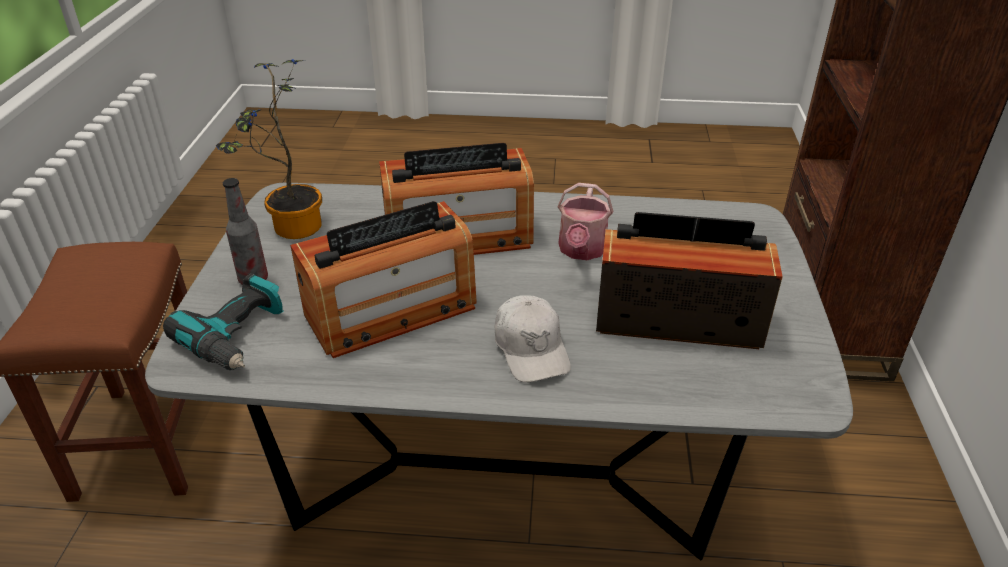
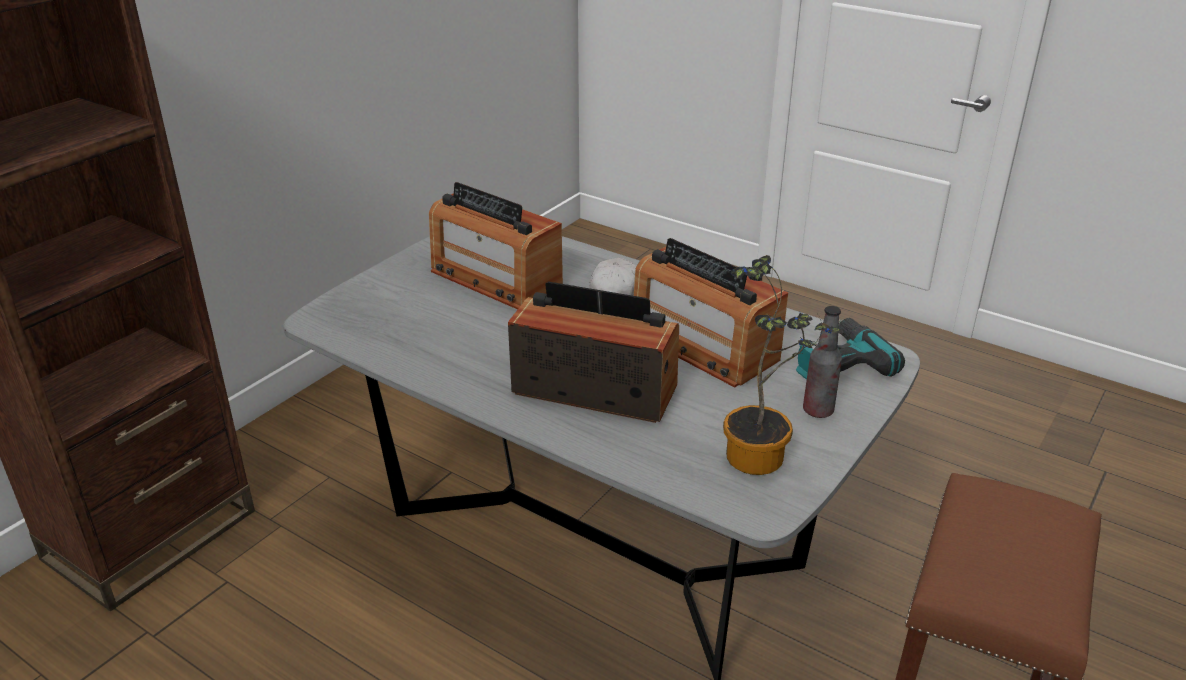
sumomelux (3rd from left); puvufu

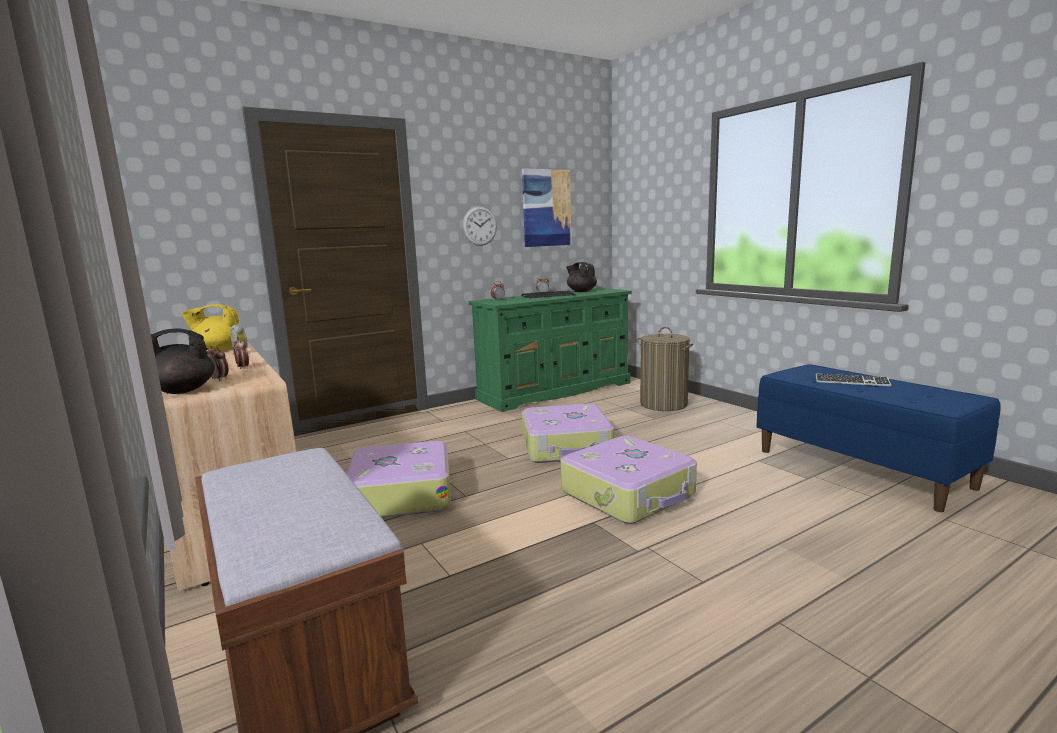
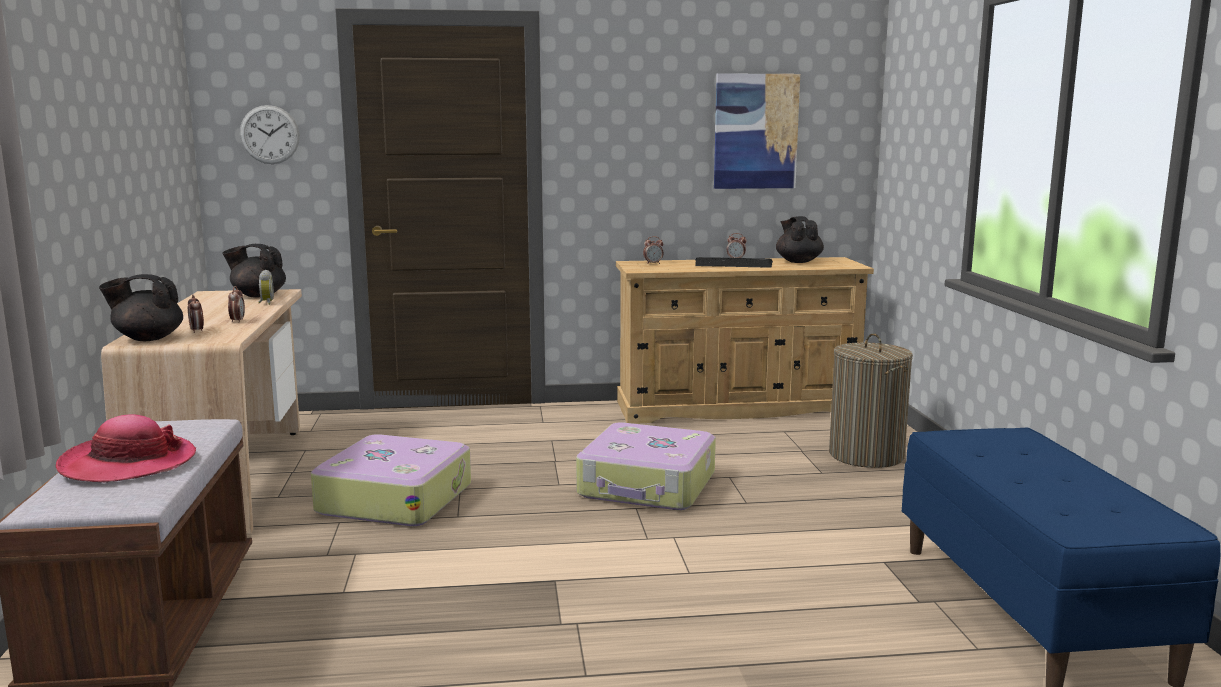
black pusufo (2nd from left); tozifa; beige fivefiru; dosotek (3rd from left in the first image); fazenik (2nd from left in the first image); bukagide

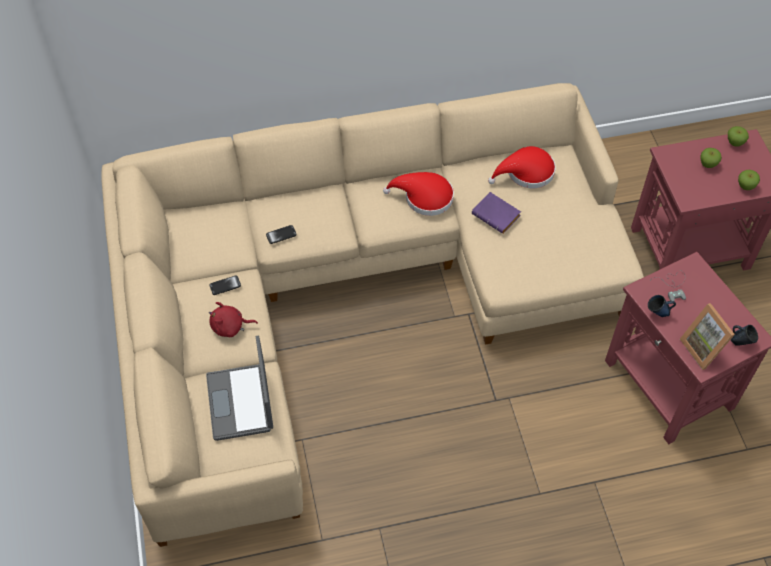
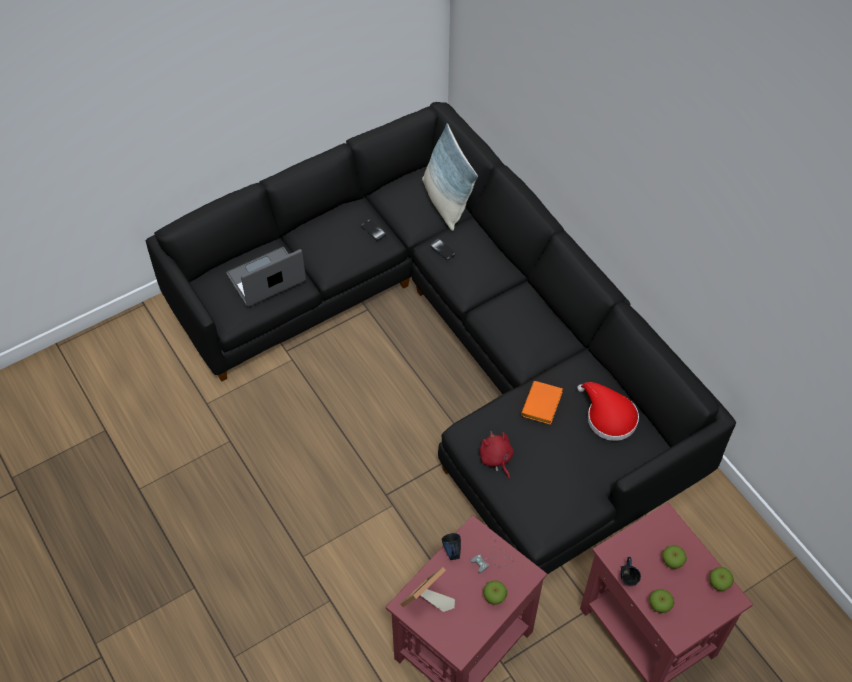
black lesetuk; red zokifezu; red bukagide (1st from left in the first image); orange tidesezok; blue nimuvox (2nd from left); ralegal; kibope (1st from left)

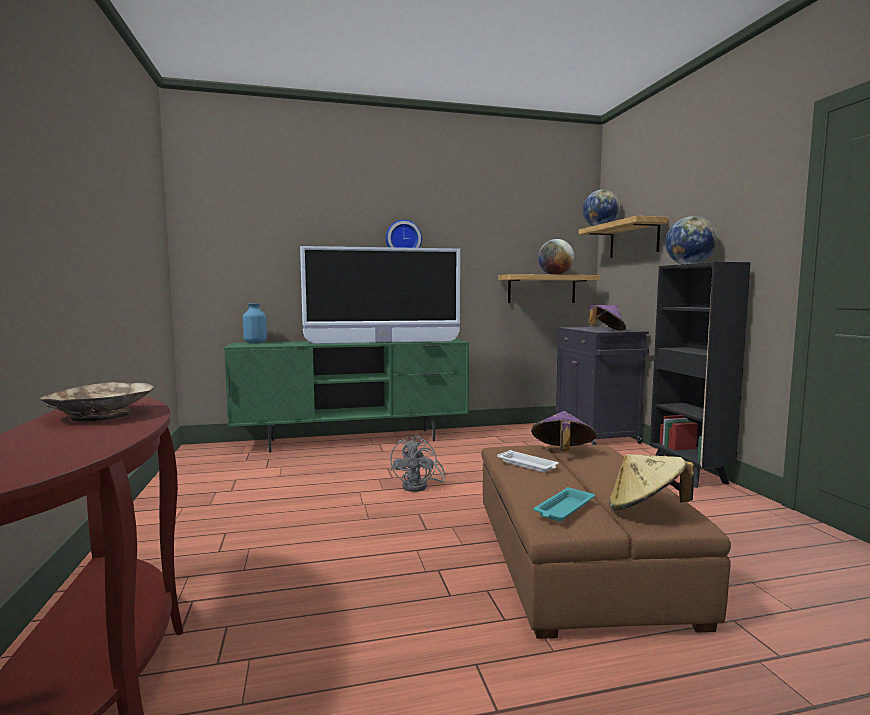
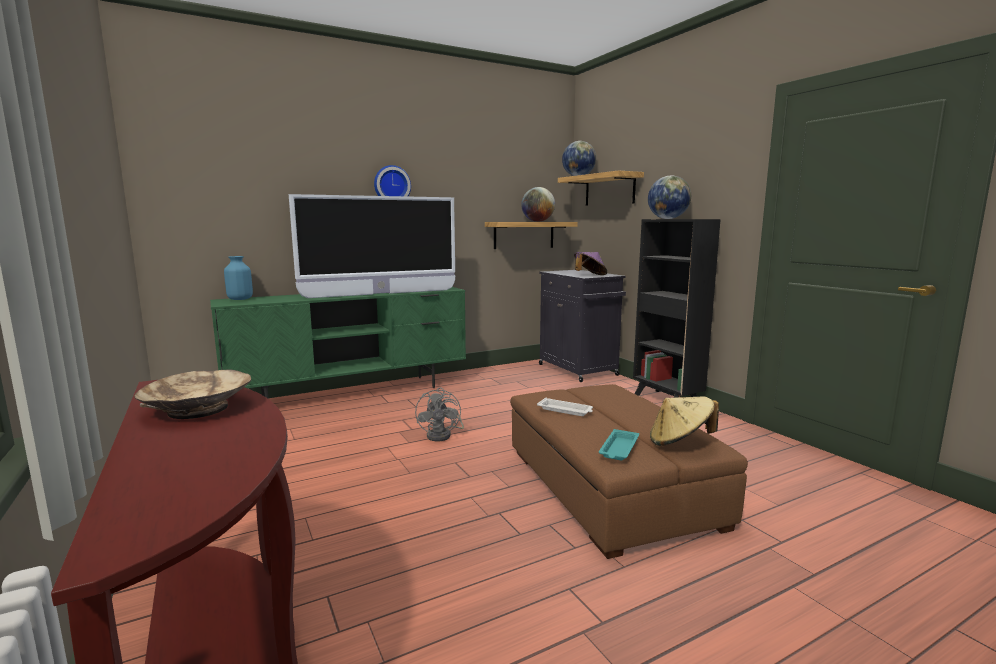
purple bukagide (1st from left in the first image)

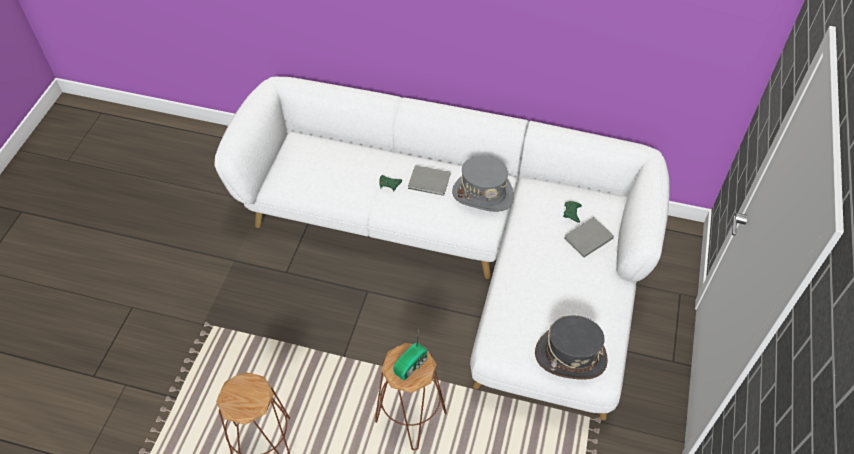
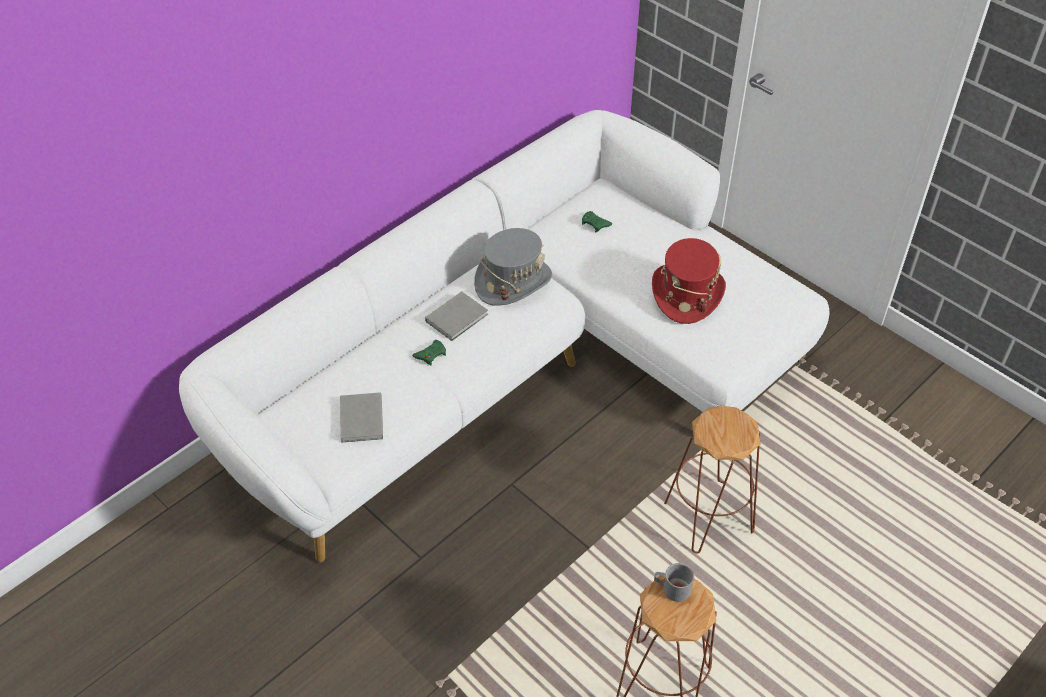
sumomelux; grey bukagide (2nd from left in the first image); grey tidesezok (1st from left); red bukagide; grey nimuvox

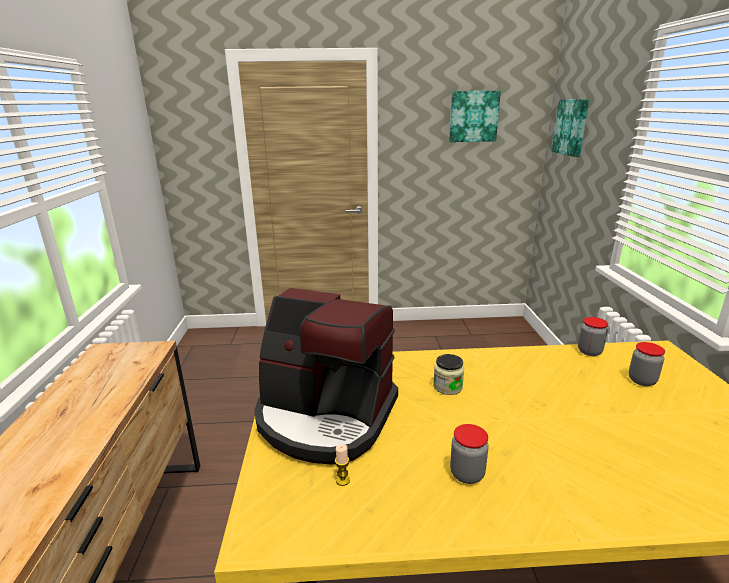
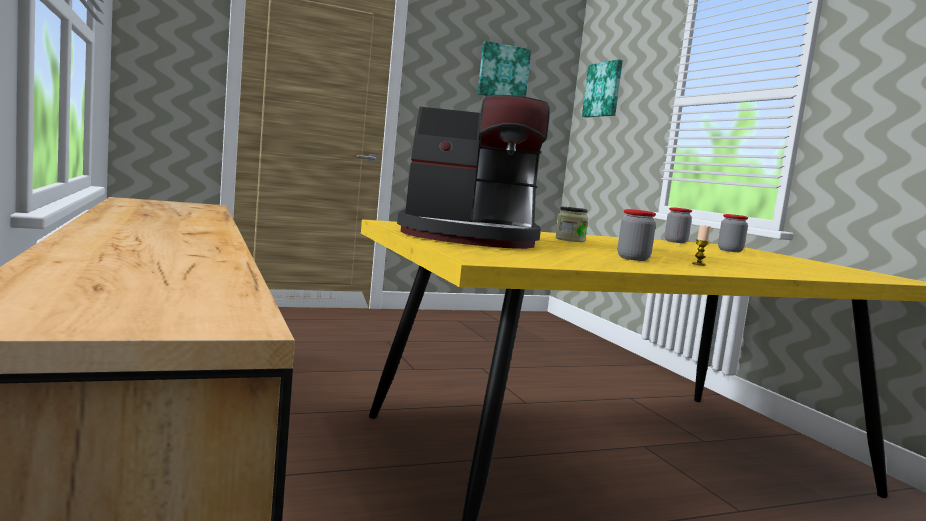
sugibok

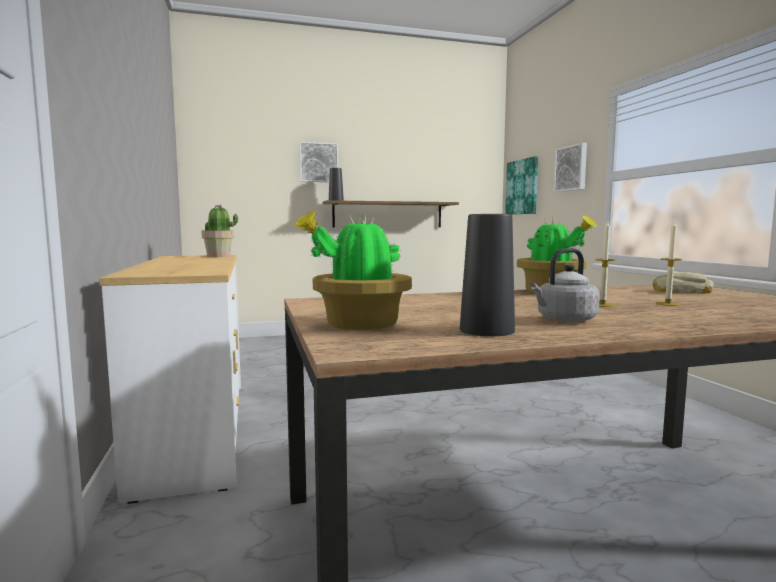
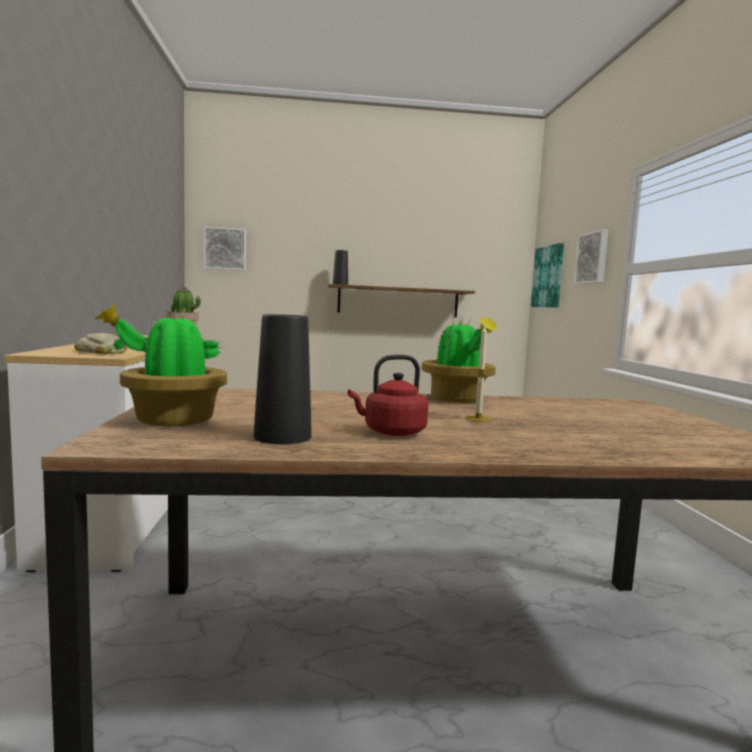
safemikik (1st from left); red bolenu; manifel; sugibok (2nd from left in the first image)

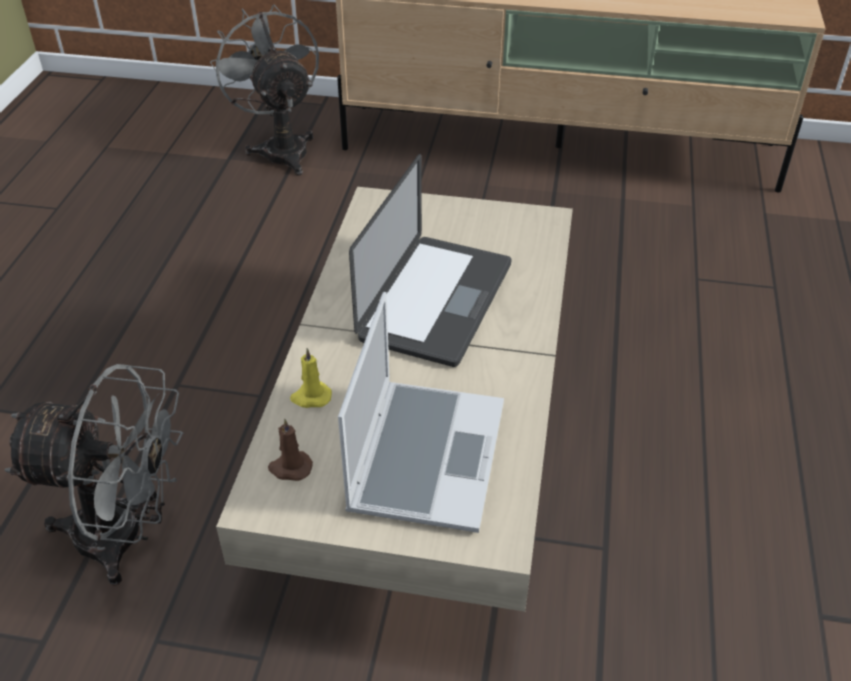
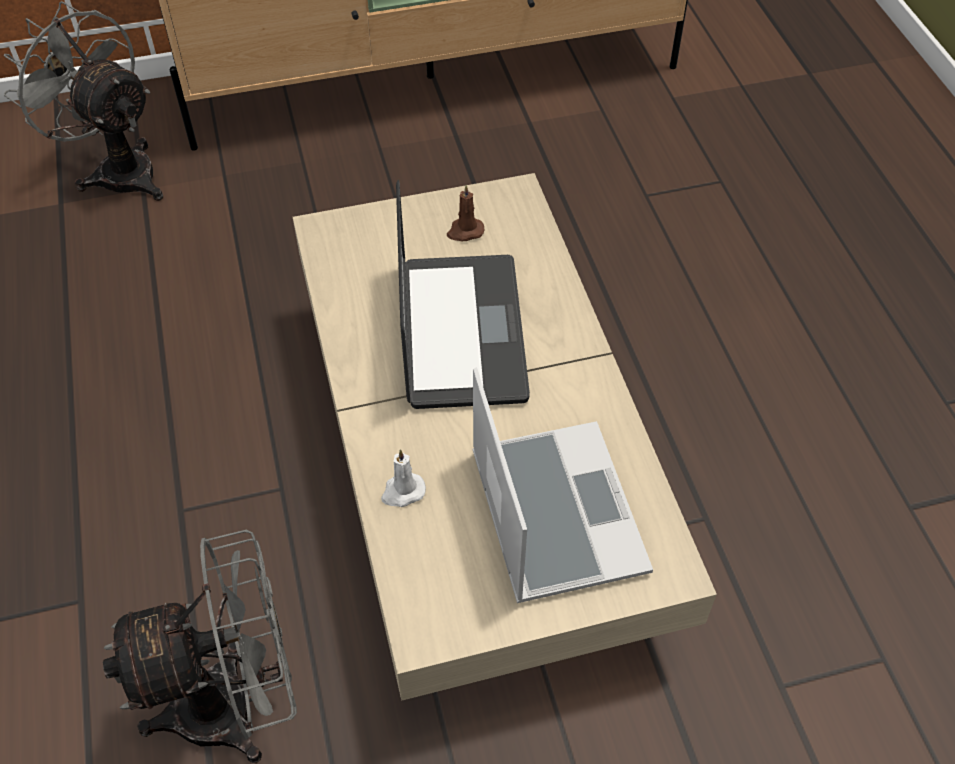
brown sugibok; white sugibok

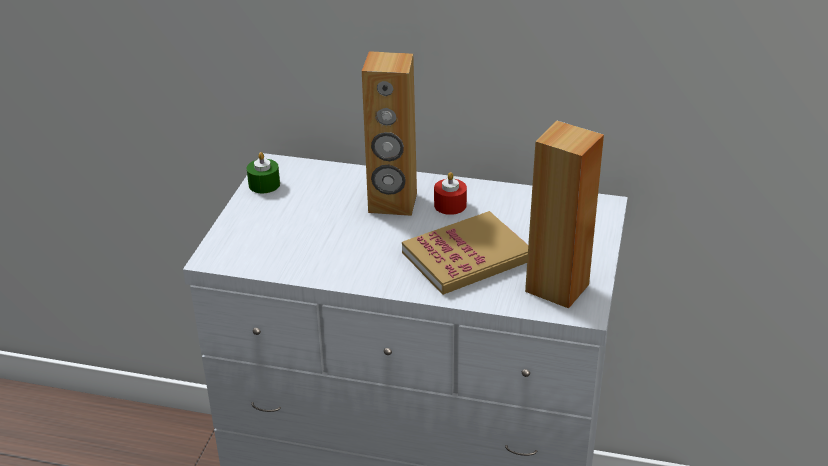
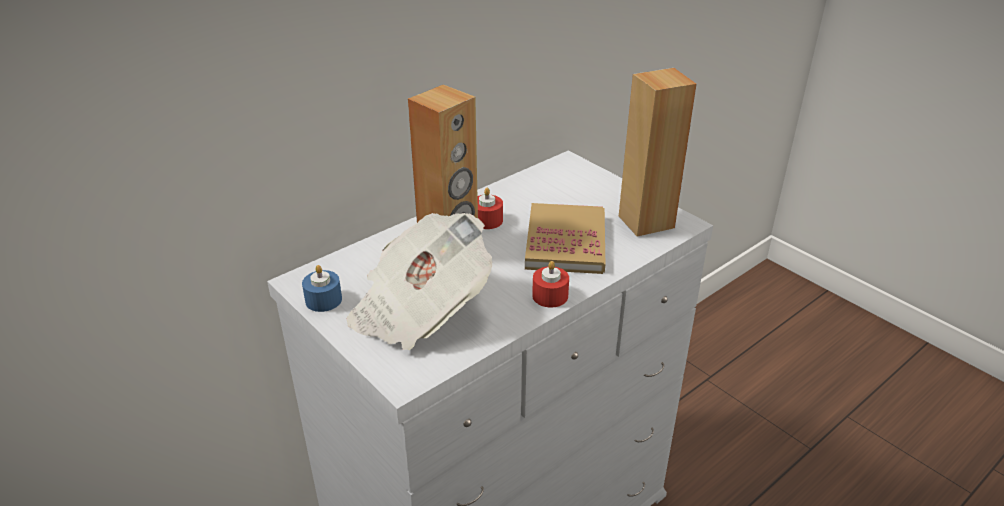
blue sugibok; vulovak; red sugibok (2nd from left)

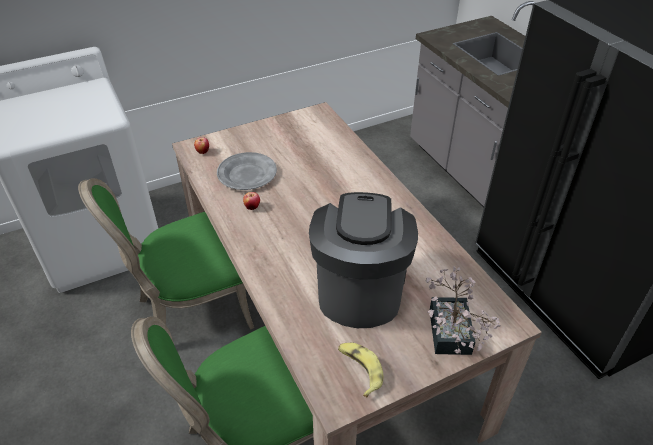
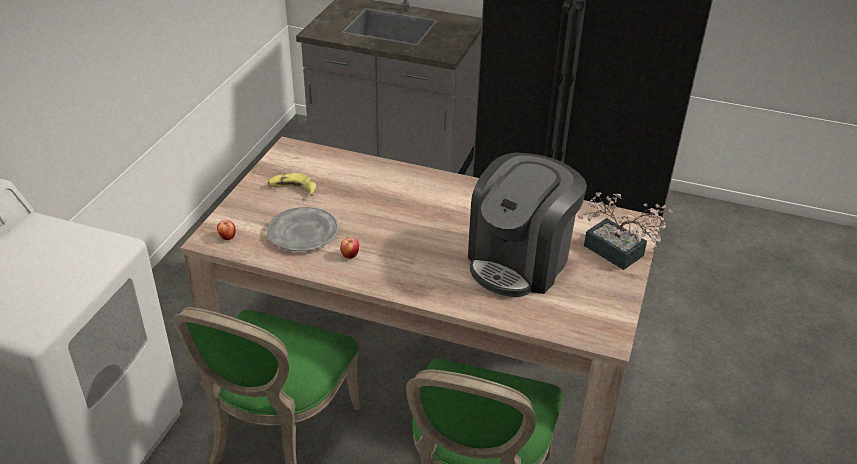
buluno; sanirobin

